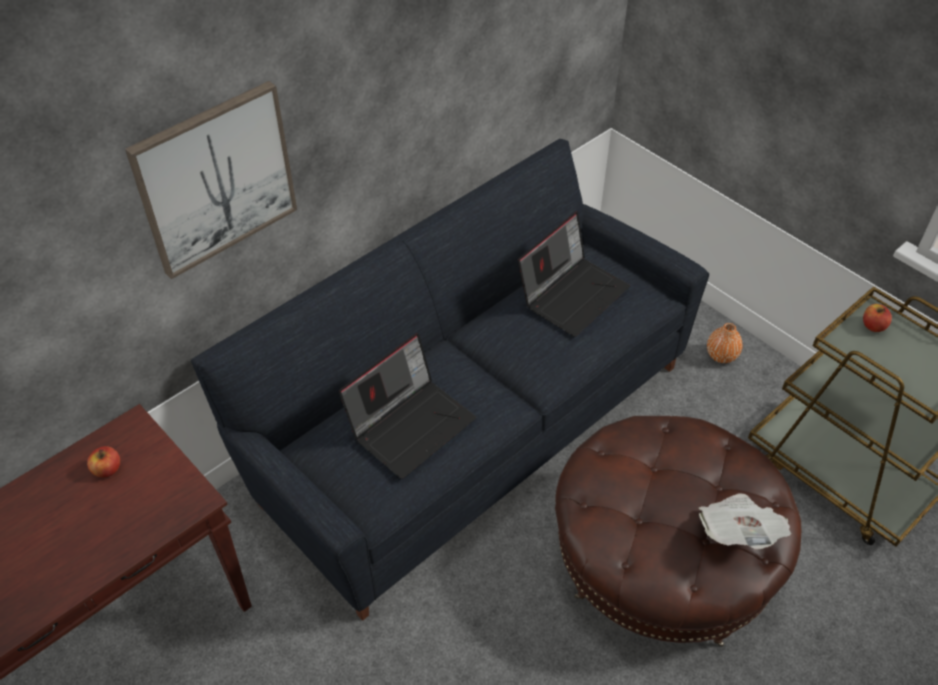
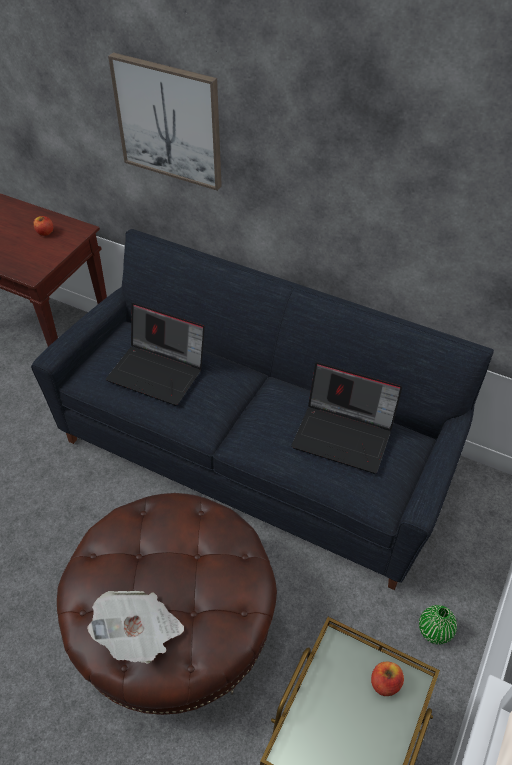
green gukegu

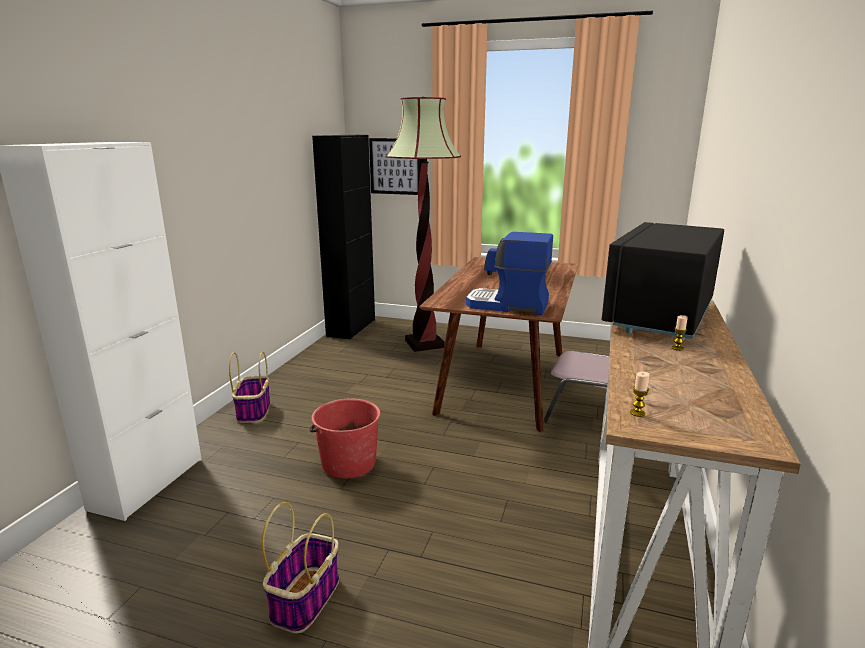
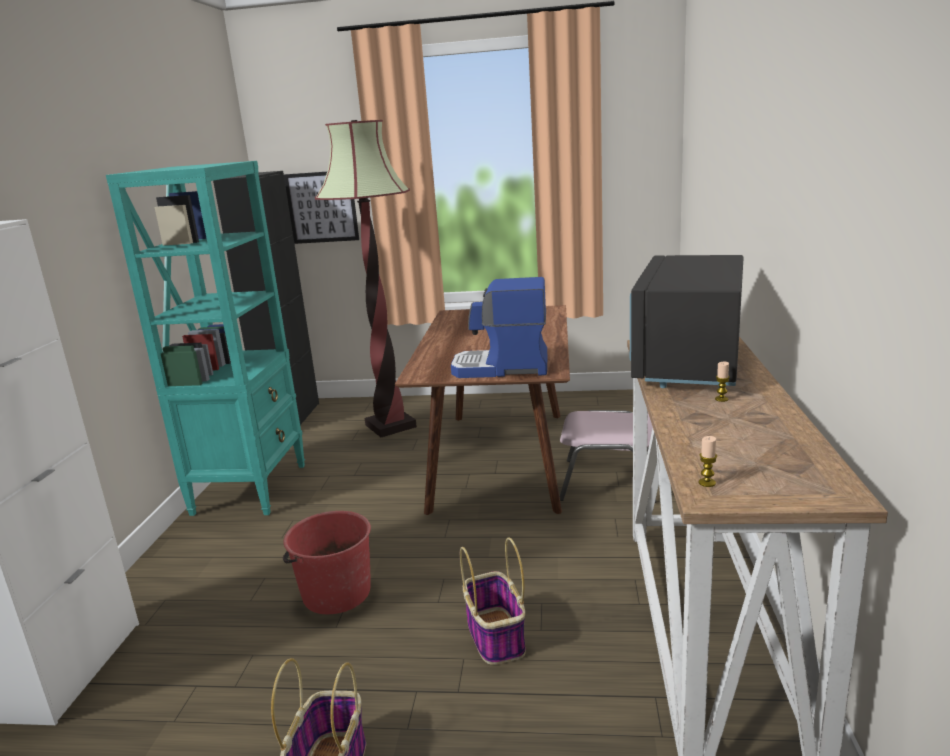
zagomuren (2nd from left); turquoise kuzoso

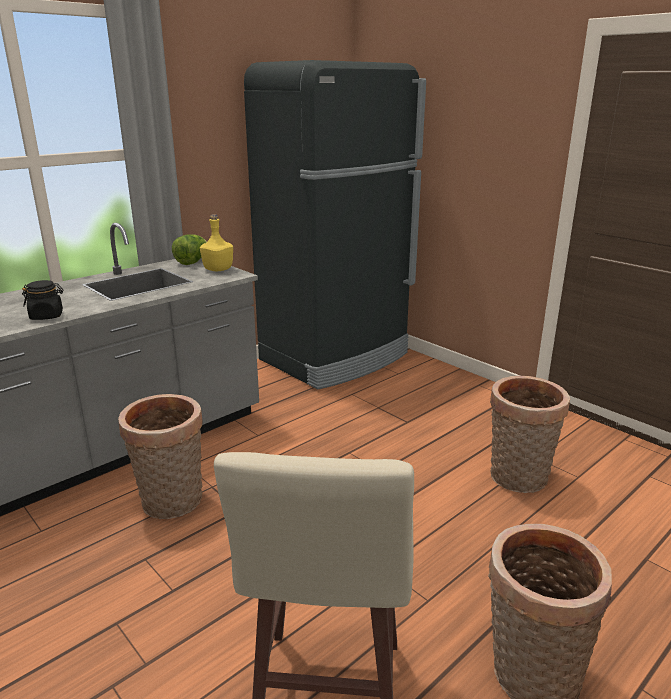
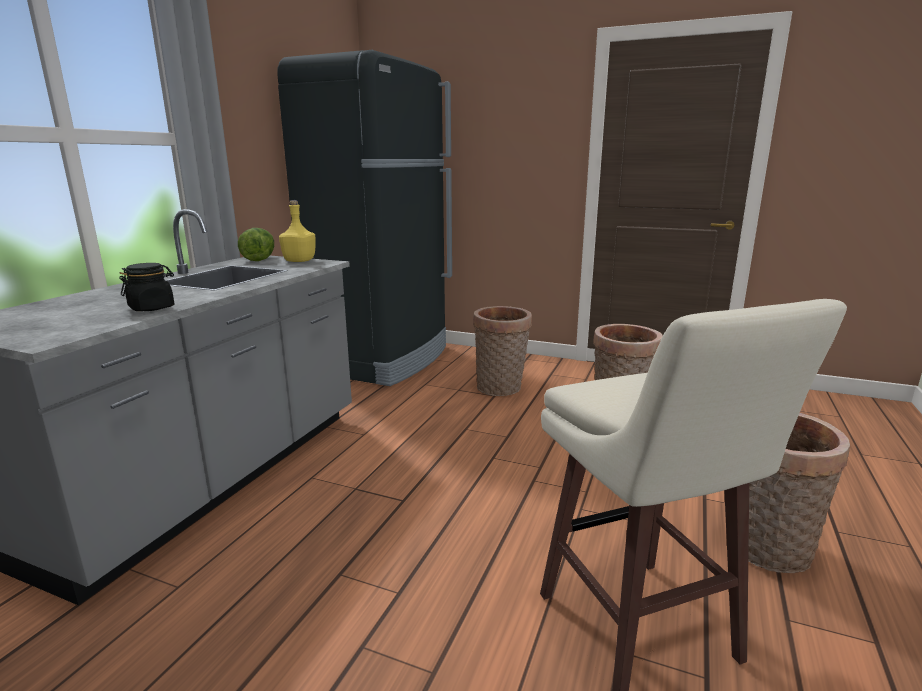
zagomuren (1st from left)

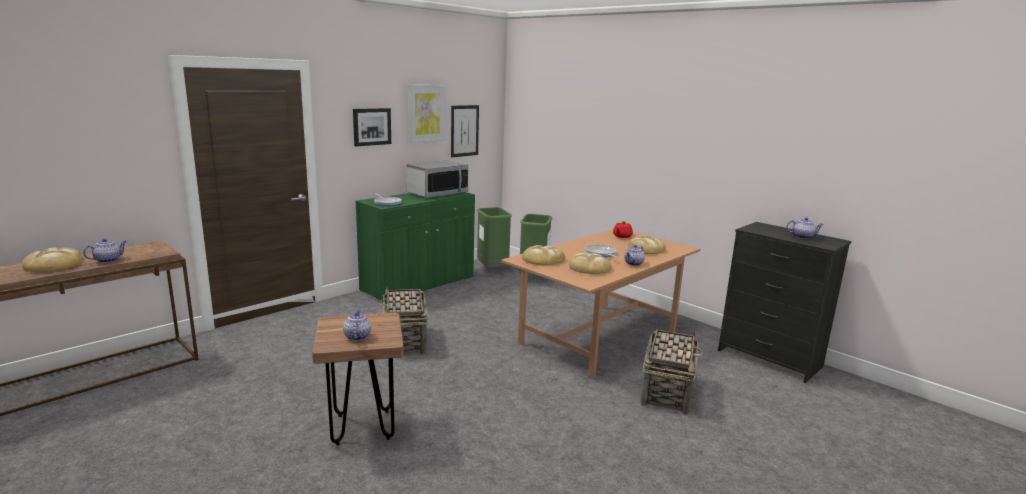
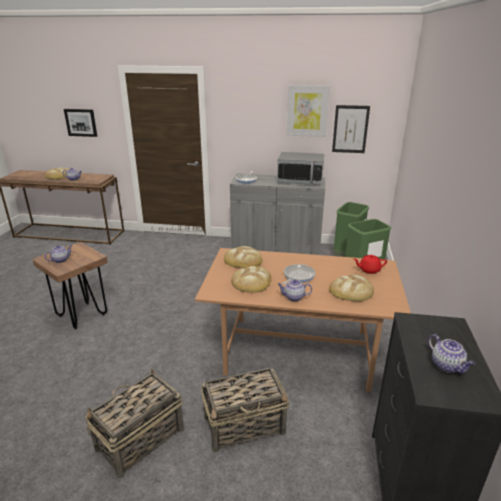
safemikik (1st from left); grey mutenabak; zagomuren (1st from left)

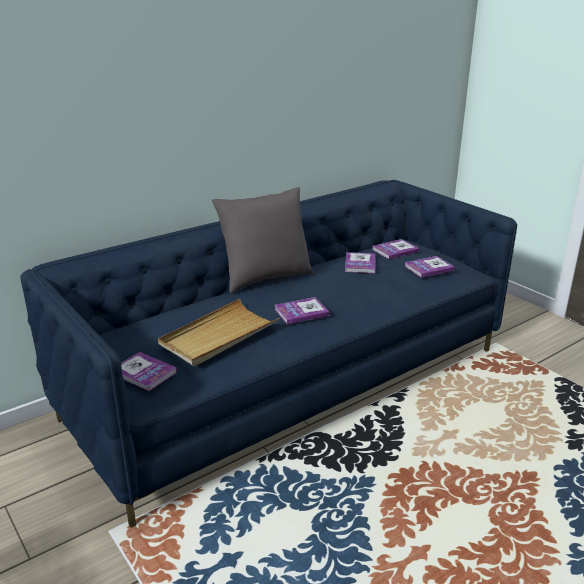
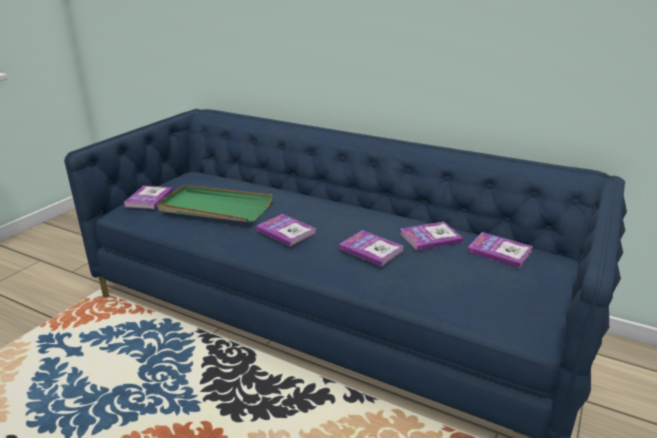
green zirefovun; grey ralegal; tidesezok (3rd from left)

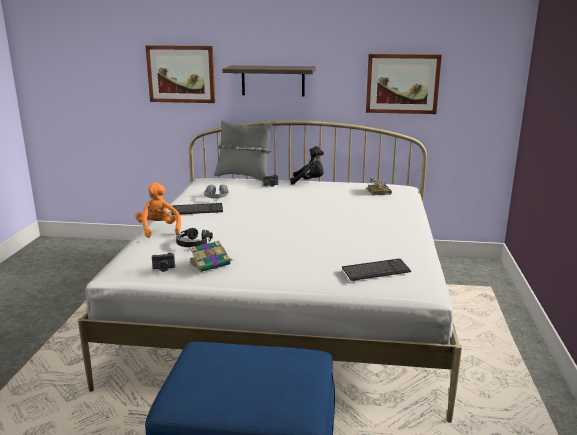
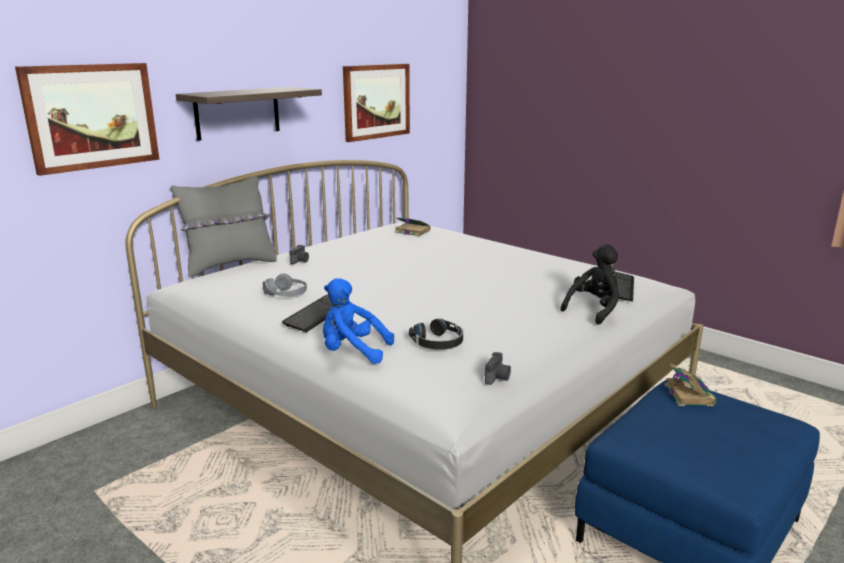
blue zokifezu; tidesezok (2nd from left); black zokifezu

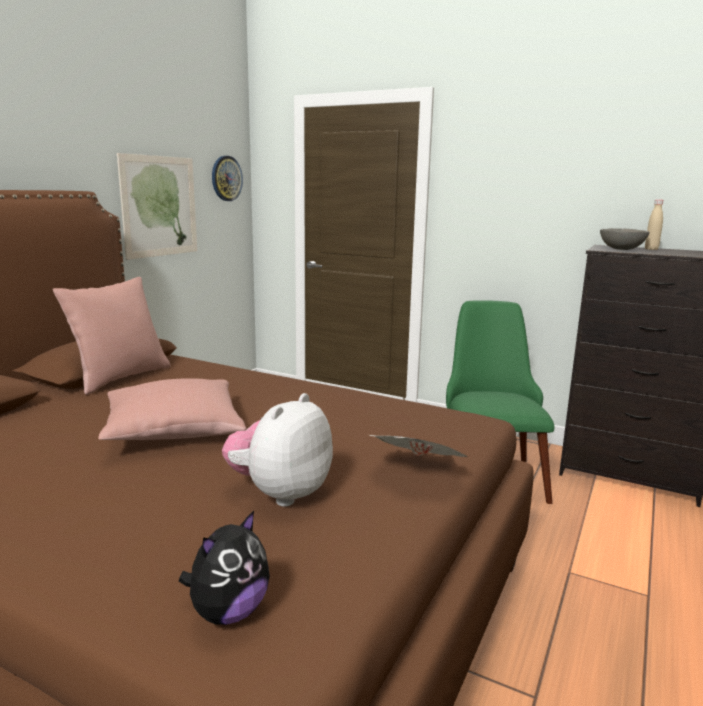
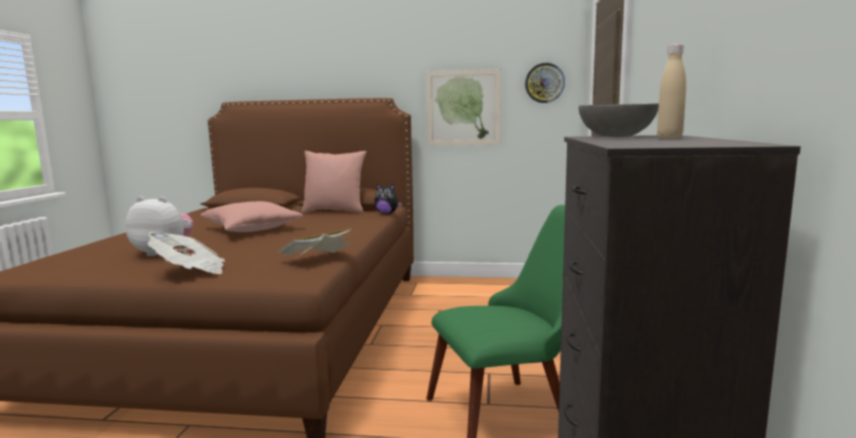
zokifezu (2nd from left); tidesezok

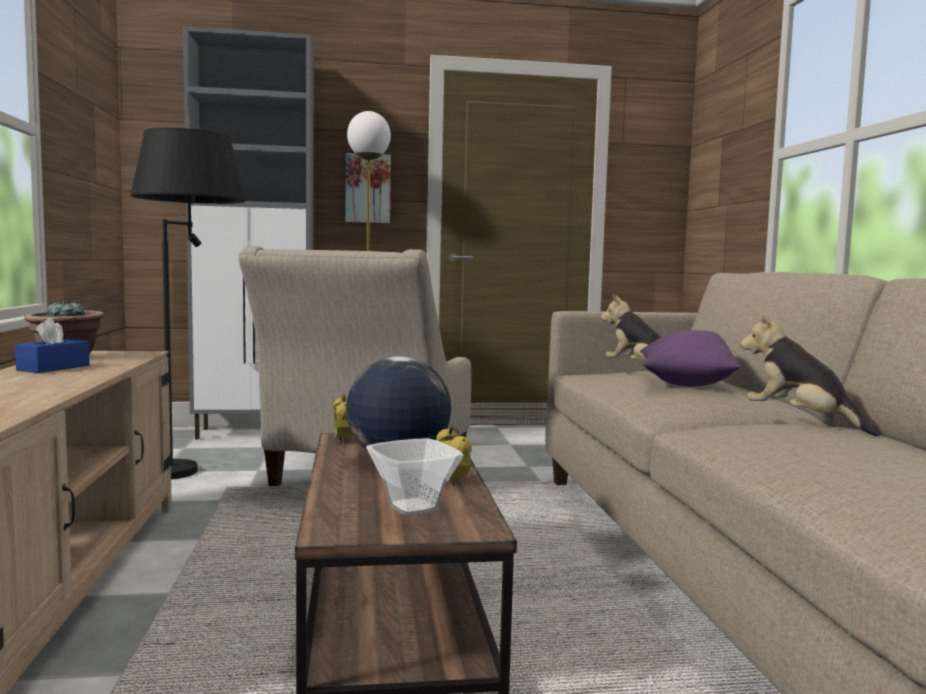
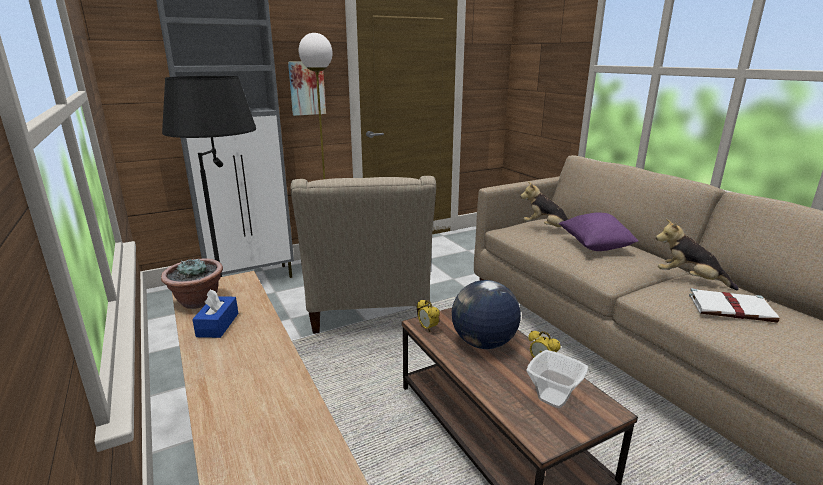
white tidesezok

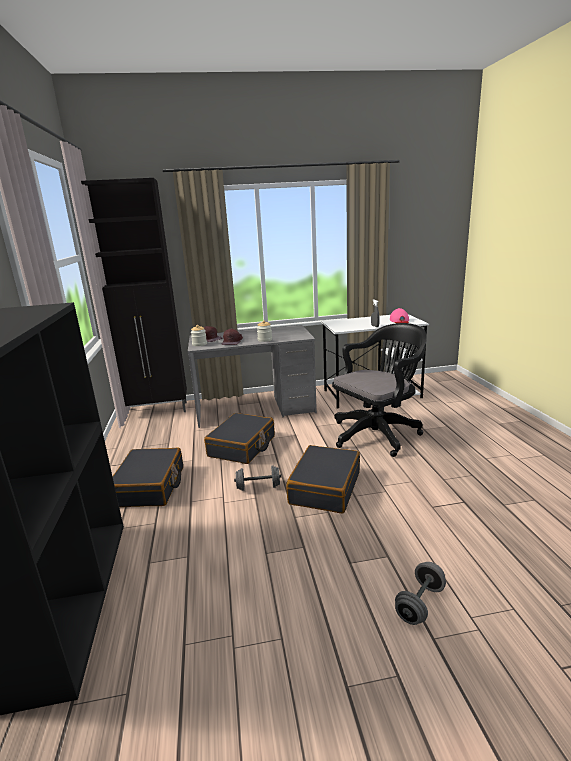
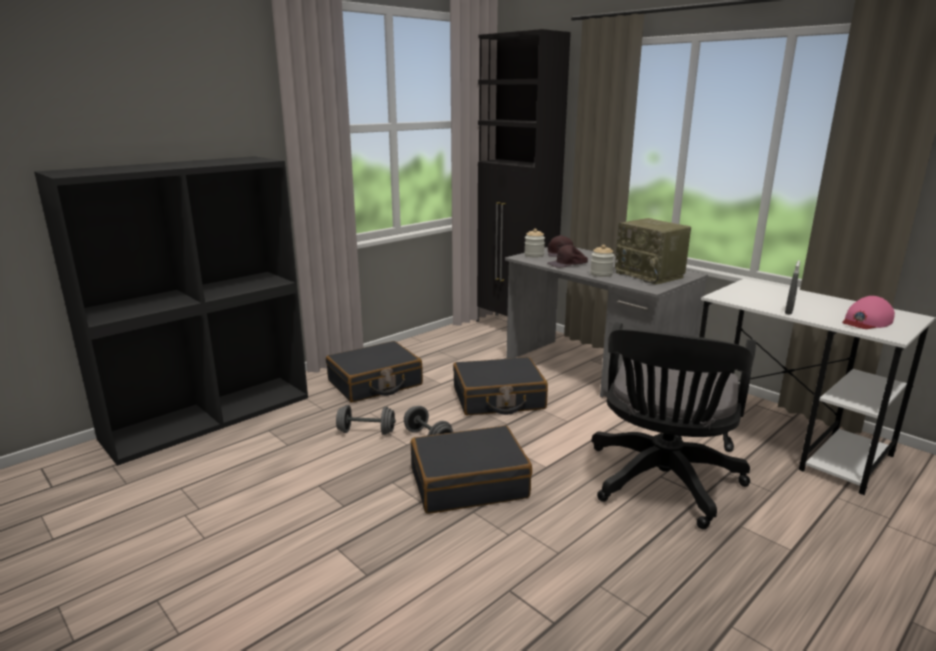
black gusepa; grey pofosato (1st from left); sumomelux

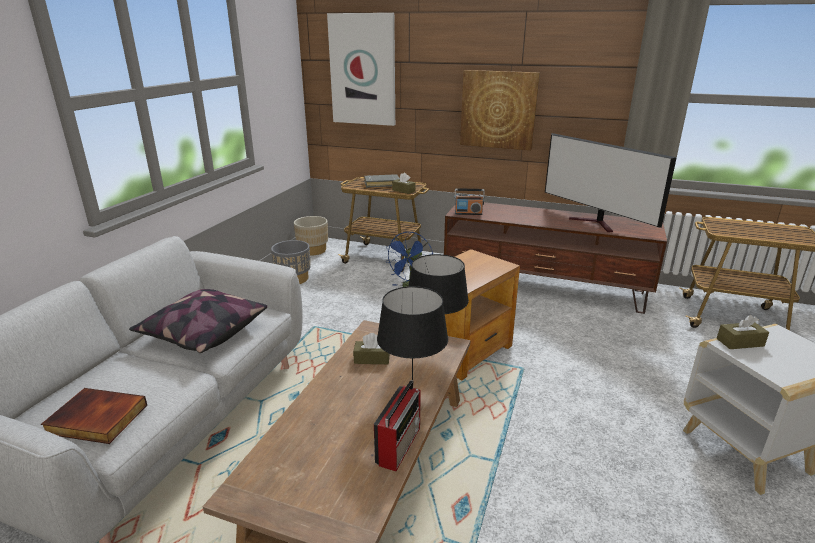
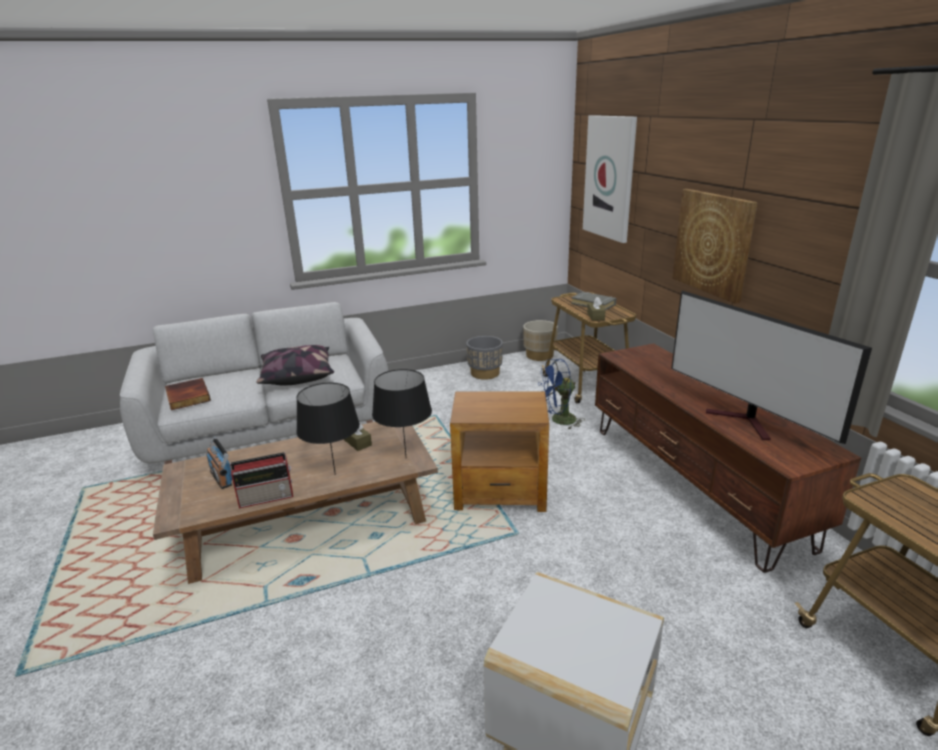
sumomelux (1st from left); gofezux; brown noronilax (3rd from left in the first image)

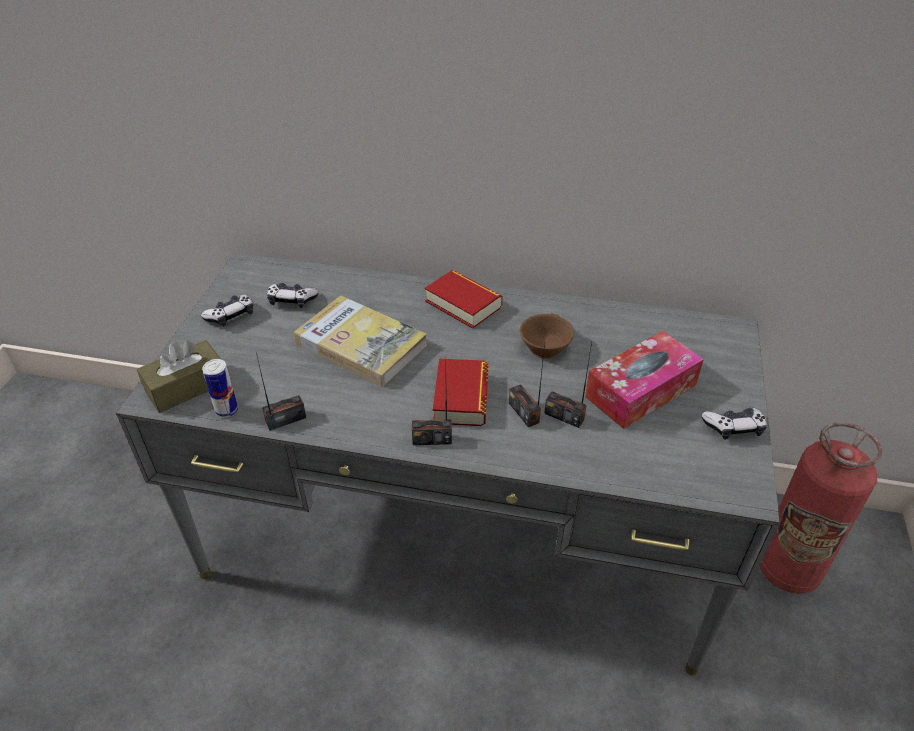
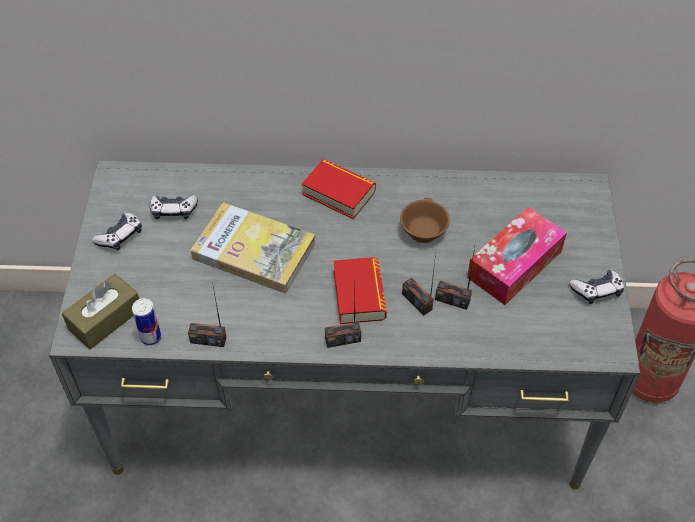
sumomelux (1st from left)

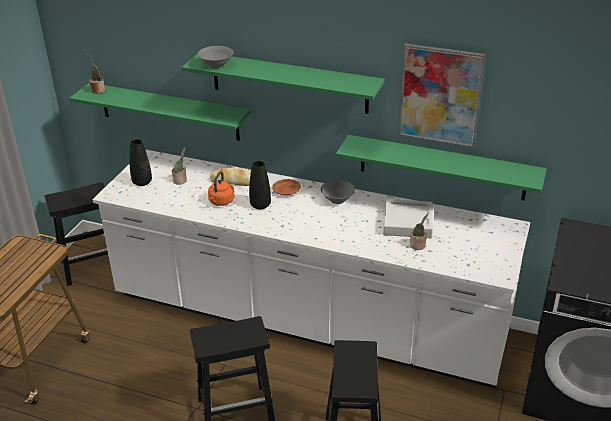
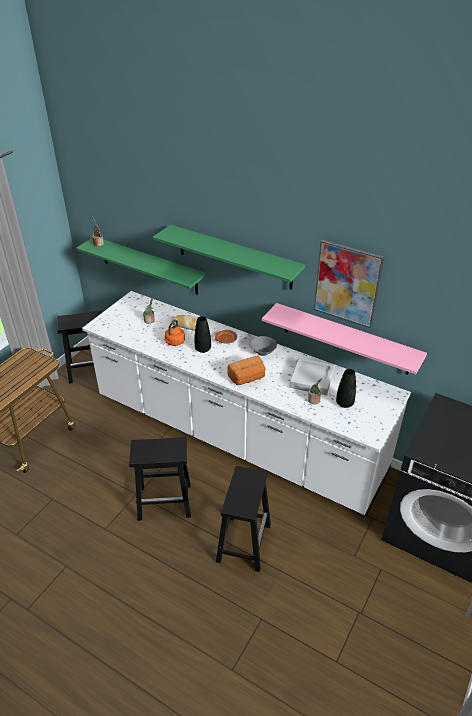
black gukegu (2nd from left); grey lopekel (1st from left in the first image); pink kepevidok; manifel (2nd from left)

